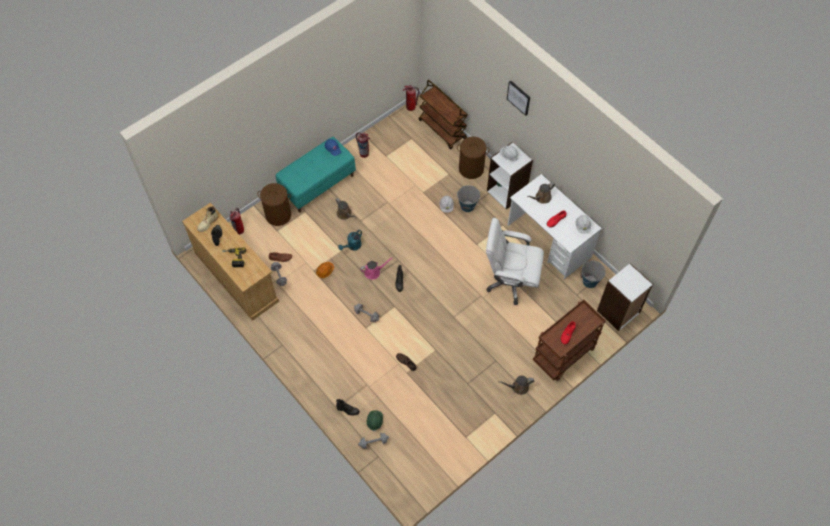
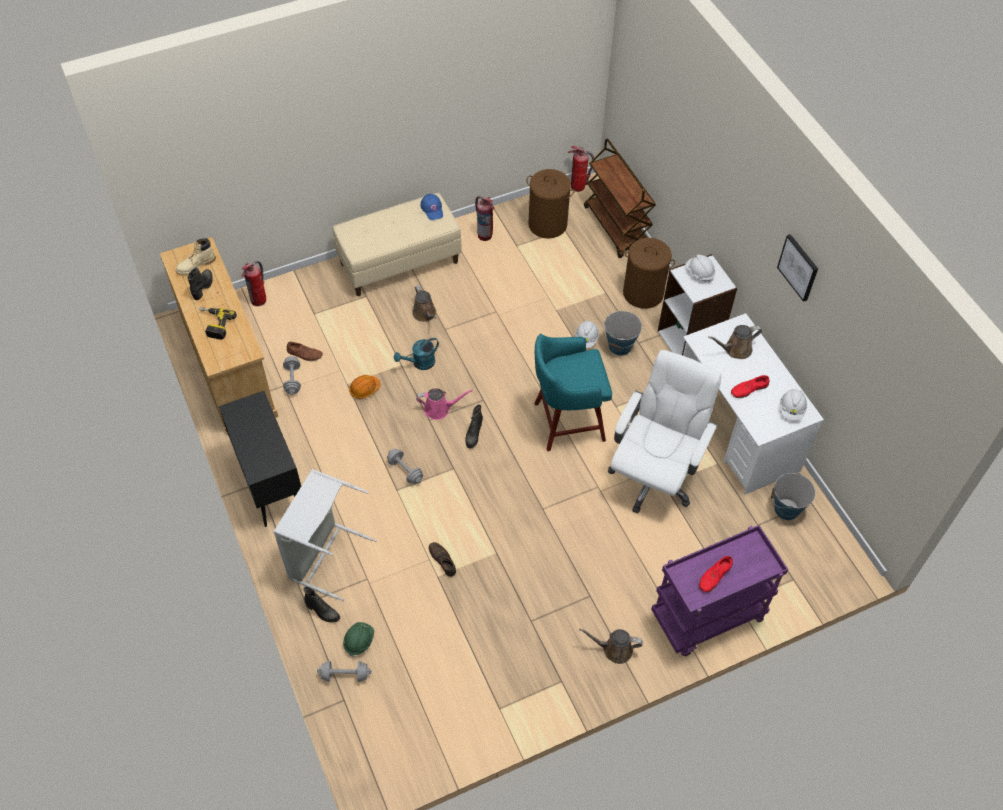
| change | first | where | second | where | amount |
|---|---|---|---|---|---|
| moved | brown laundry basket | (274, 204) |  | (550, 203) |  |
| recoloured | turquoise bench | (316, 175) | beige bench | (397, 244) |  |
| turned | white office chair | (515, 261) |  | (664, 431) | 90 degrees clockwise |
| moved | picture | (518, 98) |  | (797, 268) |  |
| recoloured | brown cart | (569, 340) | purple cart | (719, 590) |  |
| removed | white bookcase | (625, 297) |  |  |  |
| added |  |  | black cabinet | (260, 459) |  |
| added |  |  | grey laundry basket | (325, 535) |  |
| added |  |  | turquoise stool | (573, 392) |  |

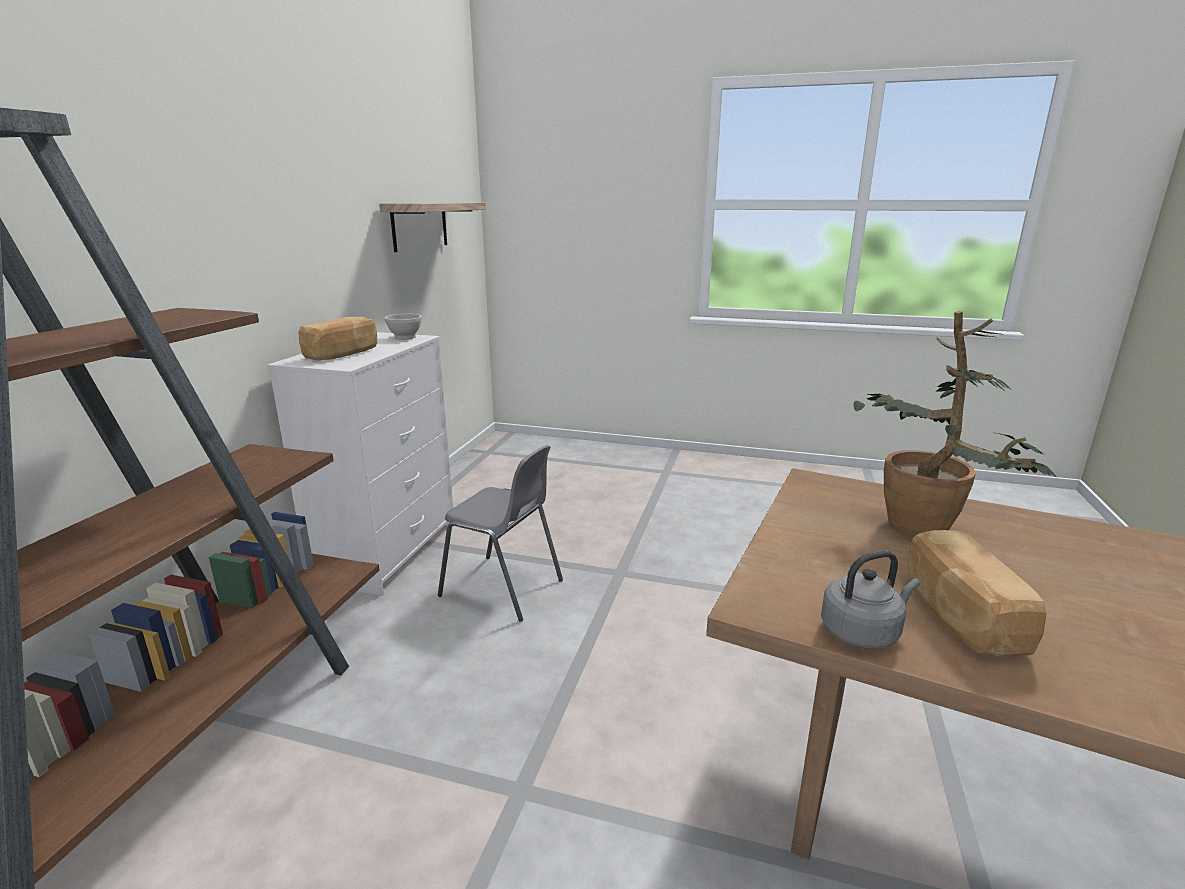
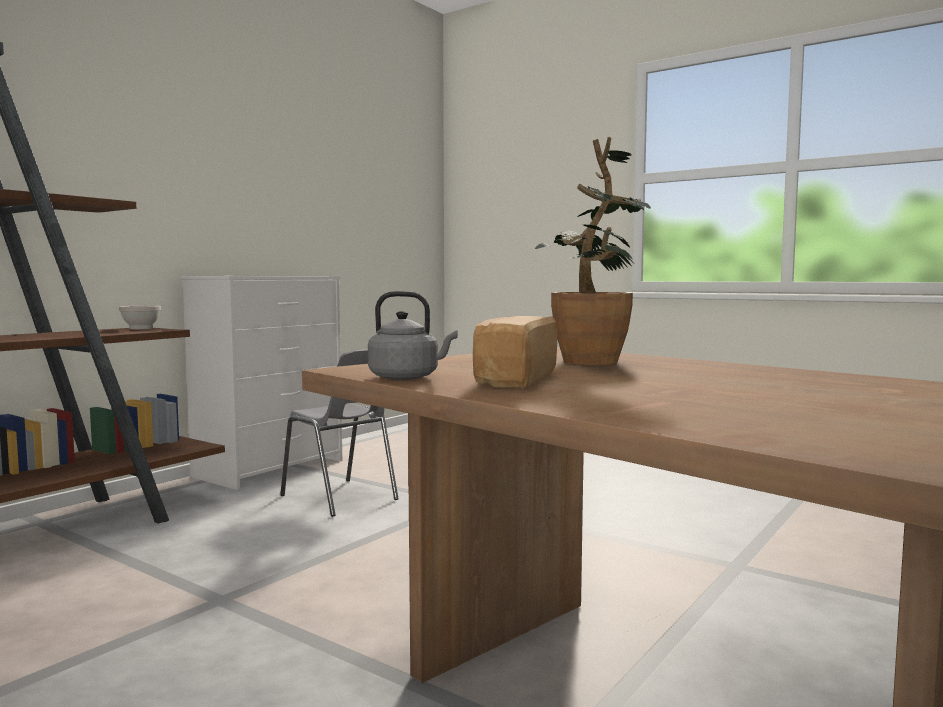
| change | first | where | second | where | amount |
|---|---|---|---|---|---|
| removed | bread | (337, 339) |  |  |  |
| removed | shelf | (432, 227) |  |  |  |
| moved | white bowl | (403, 327) |  | (140, 317) |  |

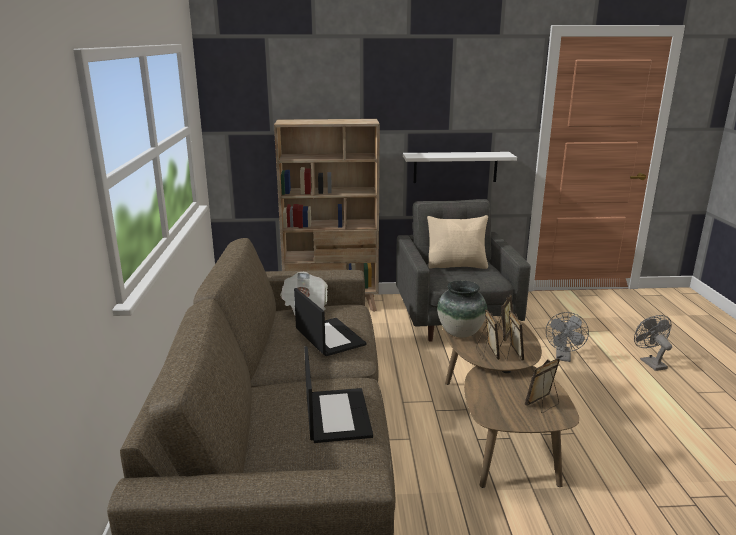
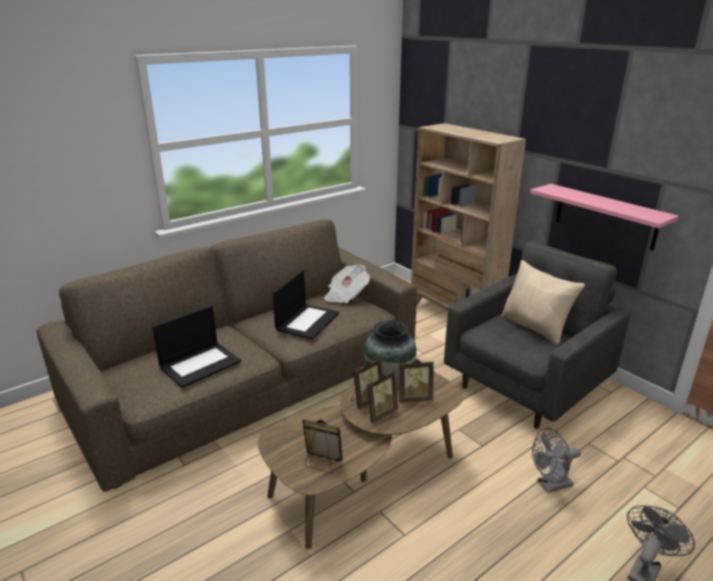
| change | first | where | second | where | amount |
|---|---|---|---|---|---|
| recoloured | white shelf | (460, 167) | pink shelf | (604, 217) |  |

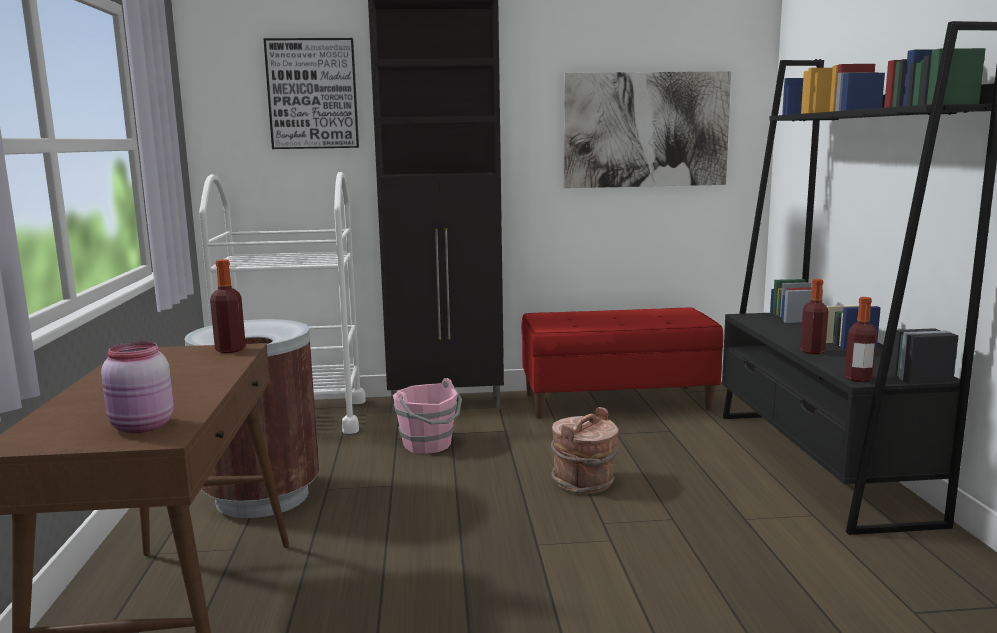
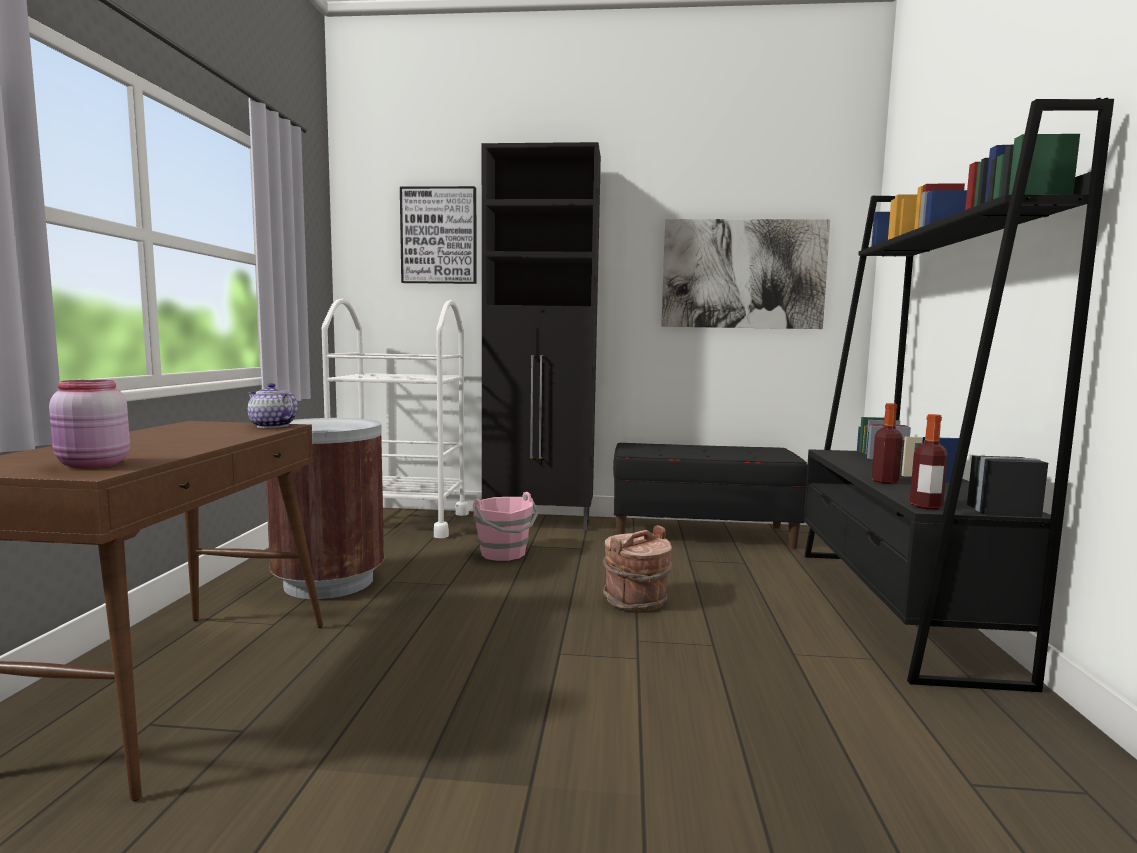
| change | first | where | second | where | amount |
|---|---|---|---|---|---|
| replaced | bottle | (228, 306) | teapot | (273, 405) |  |
| recoloured | red bench | (622, 363) | black bench | (710, 496) |  |

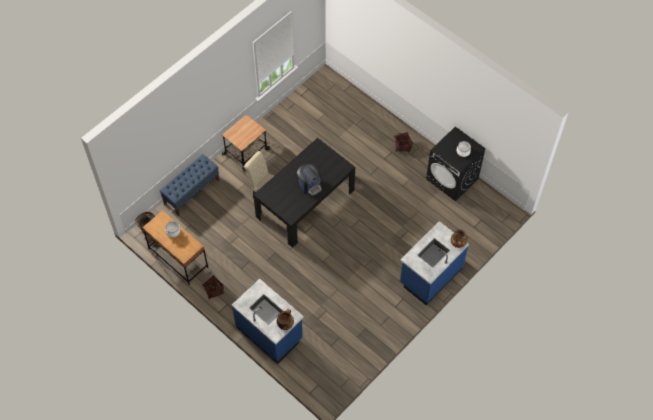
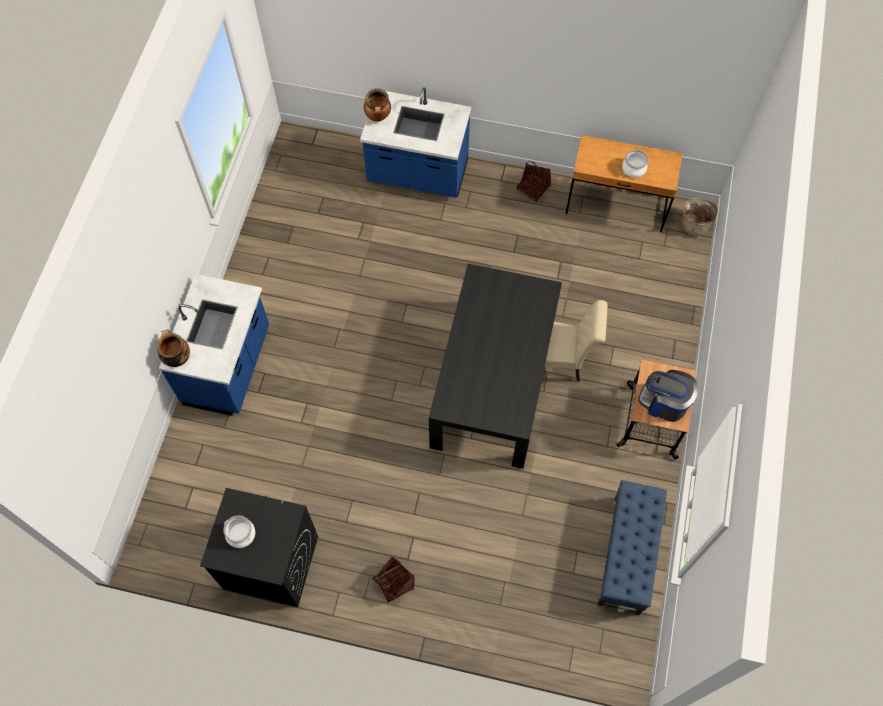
| change | first | where | second | where | amount |
|---|---|---|---|---|---|
| moved | blue bench | (189, 185) |  | (632, 547) |  |
| moved | coffee machine | (309, 179) |  | (668, 396) |  |

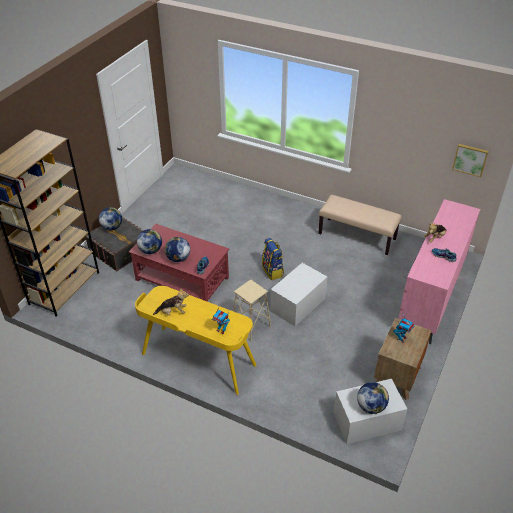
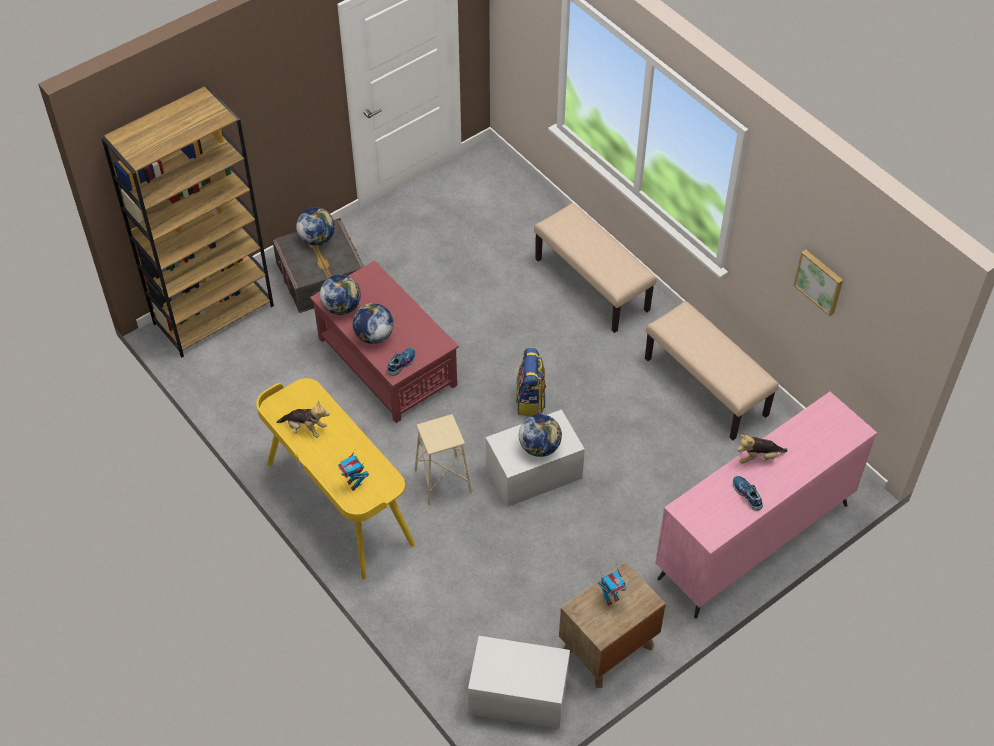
| change | first | where | second | where | amount |
|---|---|---|---|---|---|
| moved | globe | (373, 398) |  | (540, 435) |  |
| moved | picture | (470, 160) |  | (818, 283) |  |
| added |  |  | beige bench | (595, 268) |  |

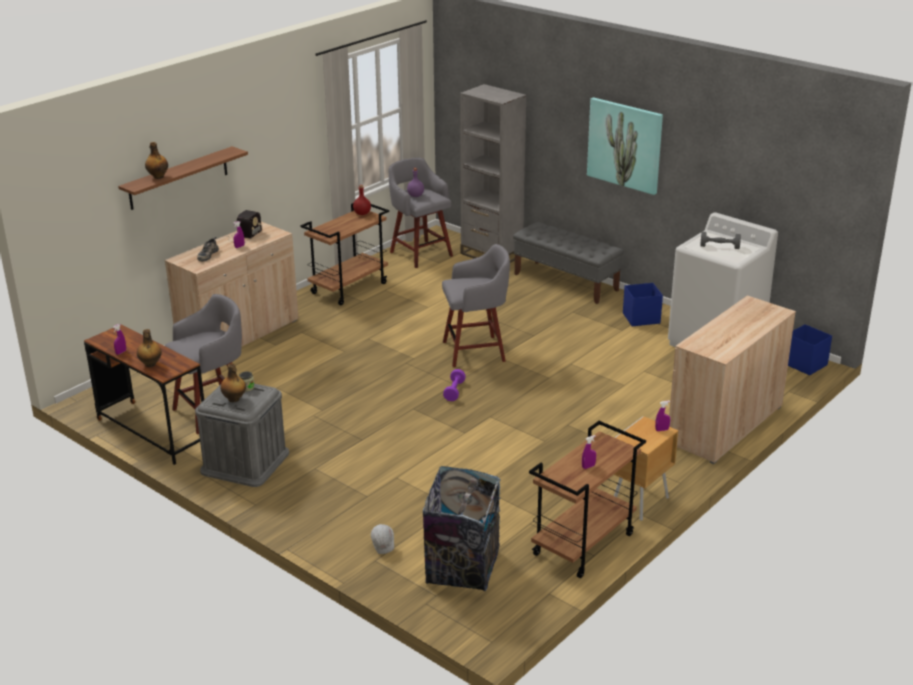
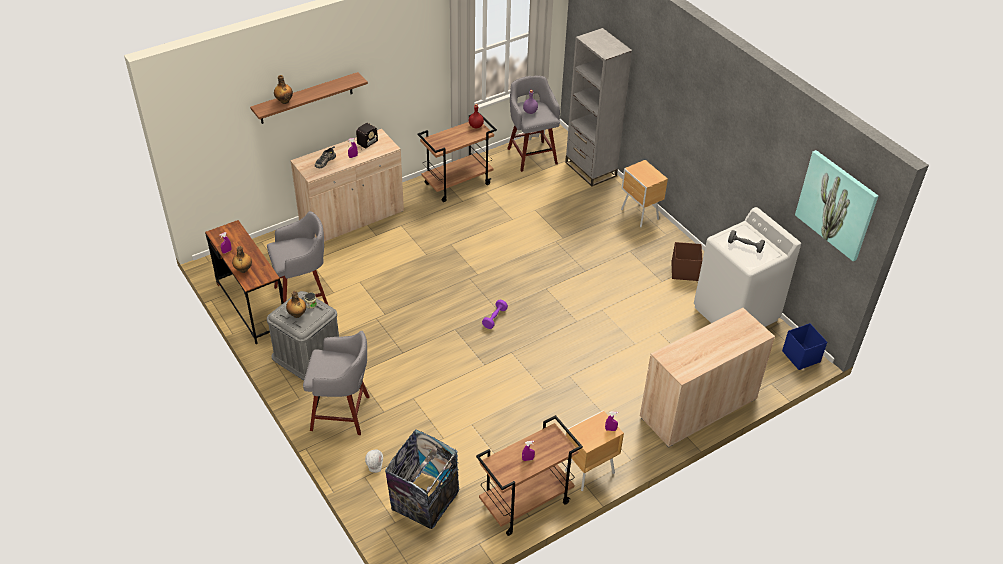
| change | first | where | second | where | amount |
|---|---|---|---|---|---|
| moved | grey stool | (476, 305) |  | (336, 382) |  |
| replaced | grey bench | (568, 263) | brown nightstand | (644, 193) |  |
| moved | picture | (625, 146) |  | (836, 205) |  |
| recoloured | blue storage box | (643, 304) | brown storage box | (687, 261) |  |

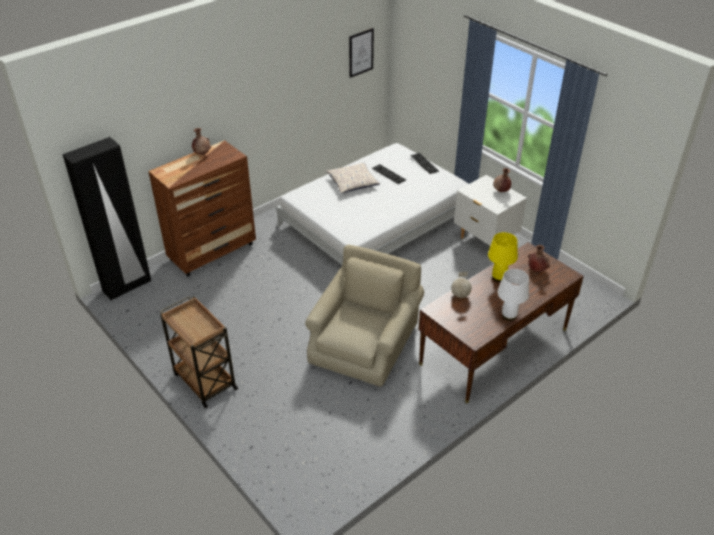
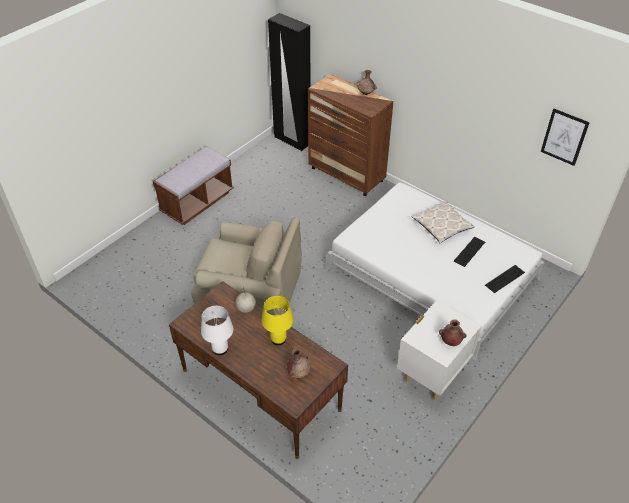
| change | first | where | second | where | amount |
|---|---|---|---|---|---|
| replaced | brown cart | (199, 352) | brown bench | (193, 185) |  |

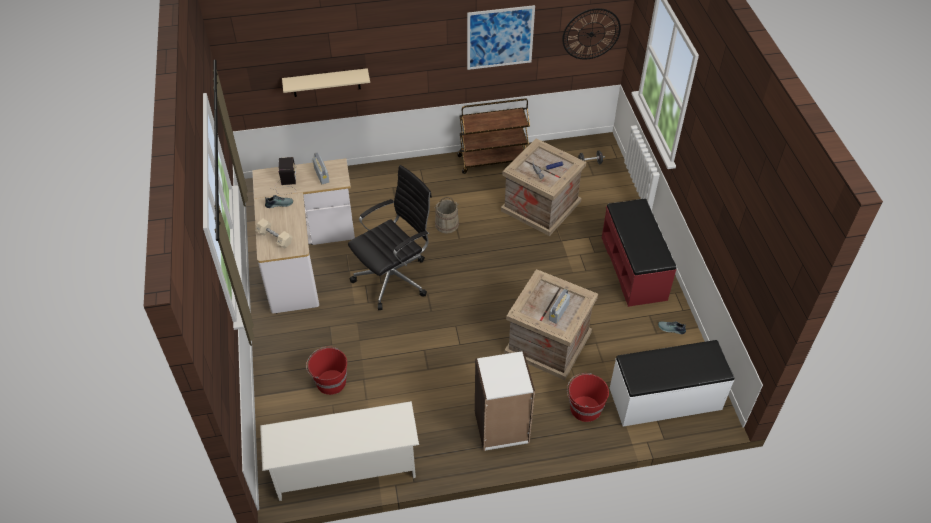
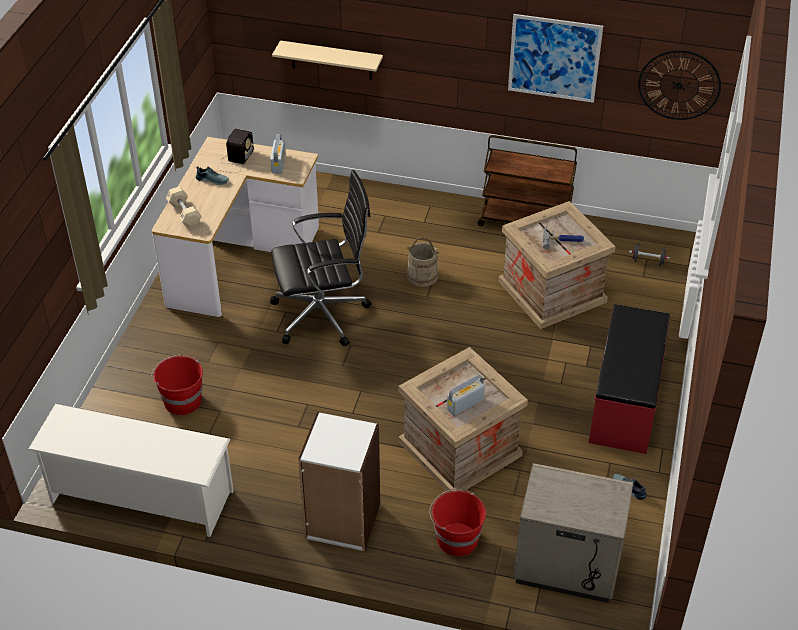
| change | first | where | second | where | amount |
|---|---|---|---|---|---|
| replaced | white bench | (672, 383) | beige nightstand | (573, 533) |  |

